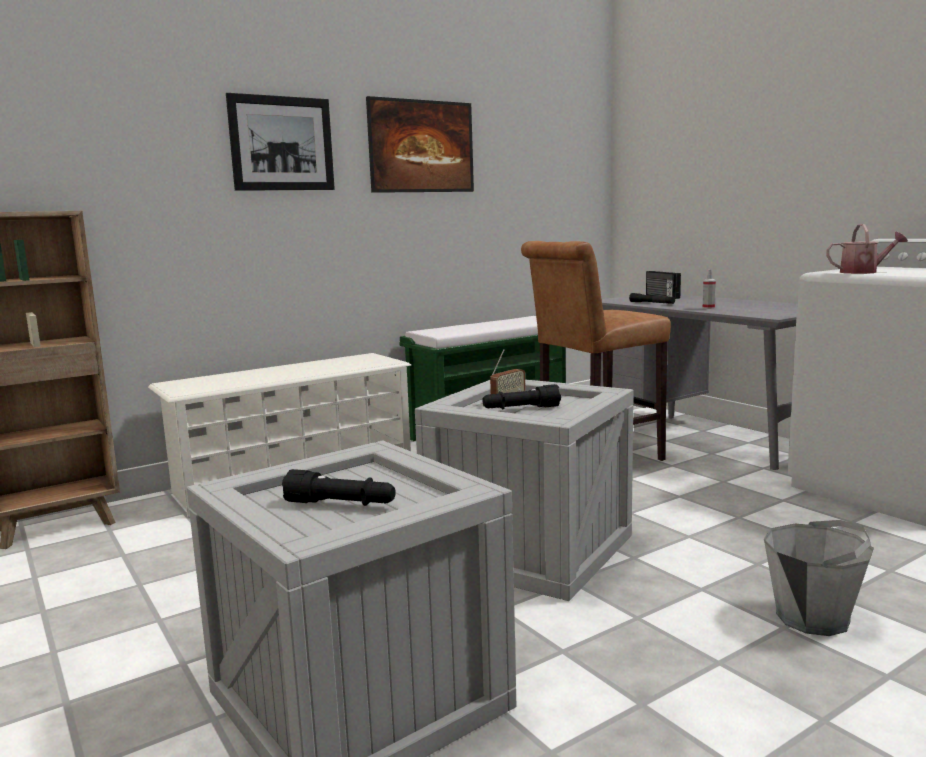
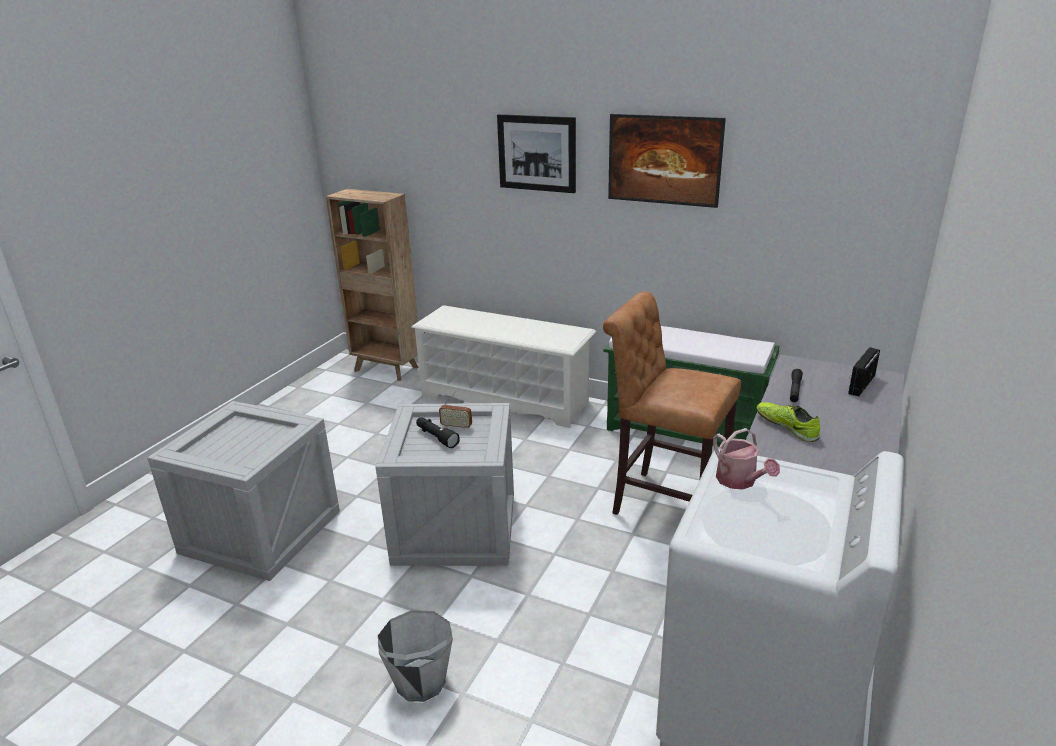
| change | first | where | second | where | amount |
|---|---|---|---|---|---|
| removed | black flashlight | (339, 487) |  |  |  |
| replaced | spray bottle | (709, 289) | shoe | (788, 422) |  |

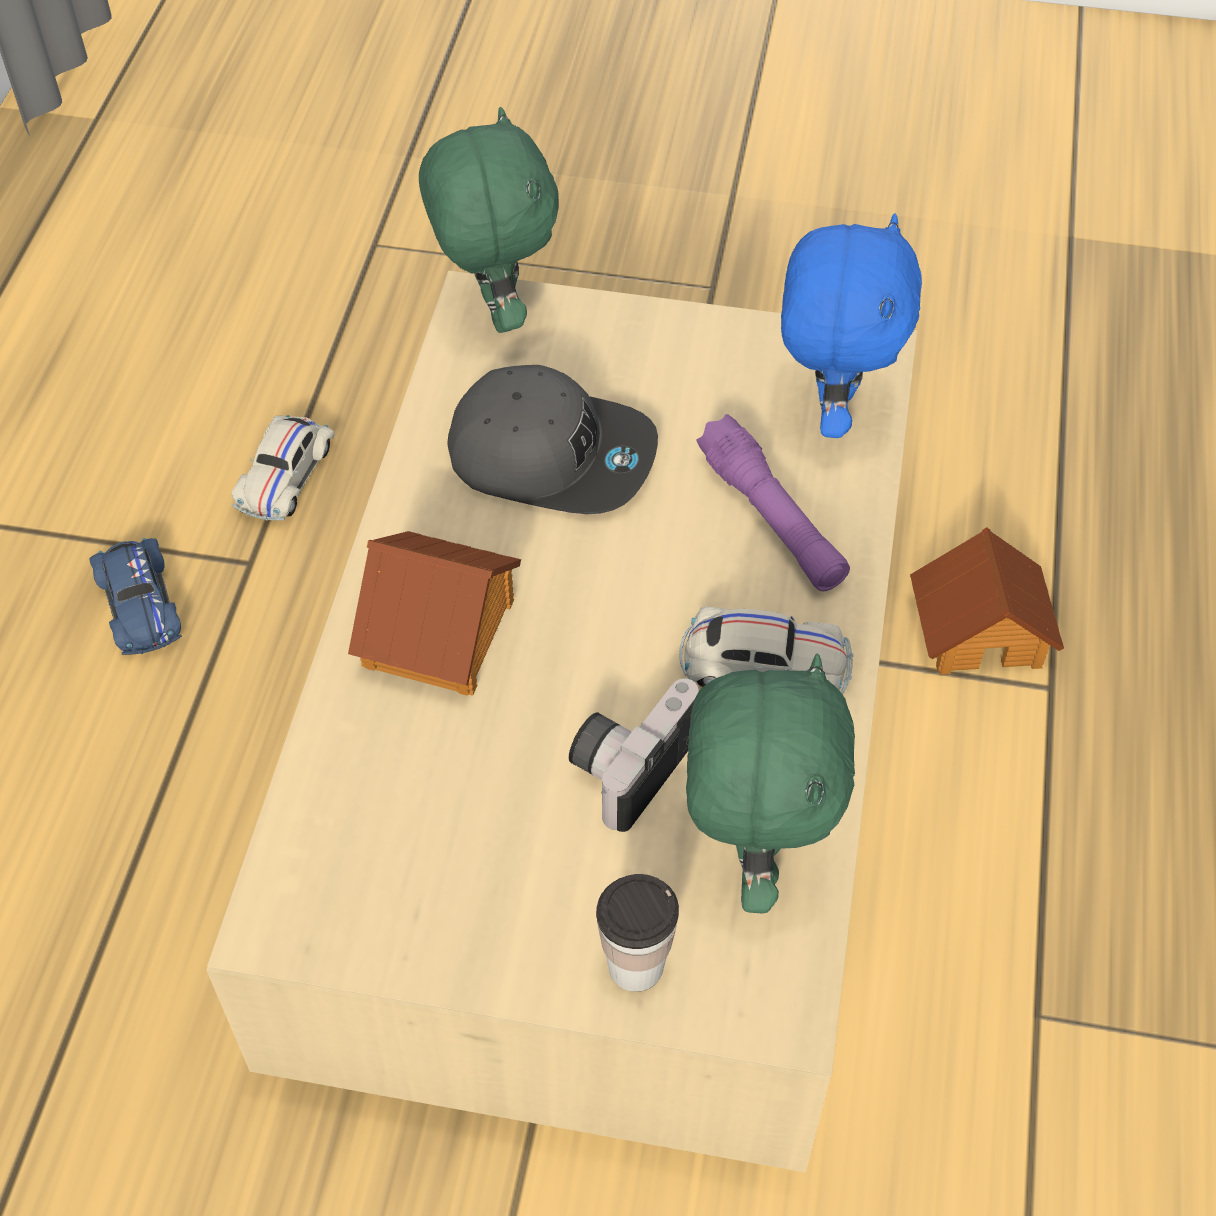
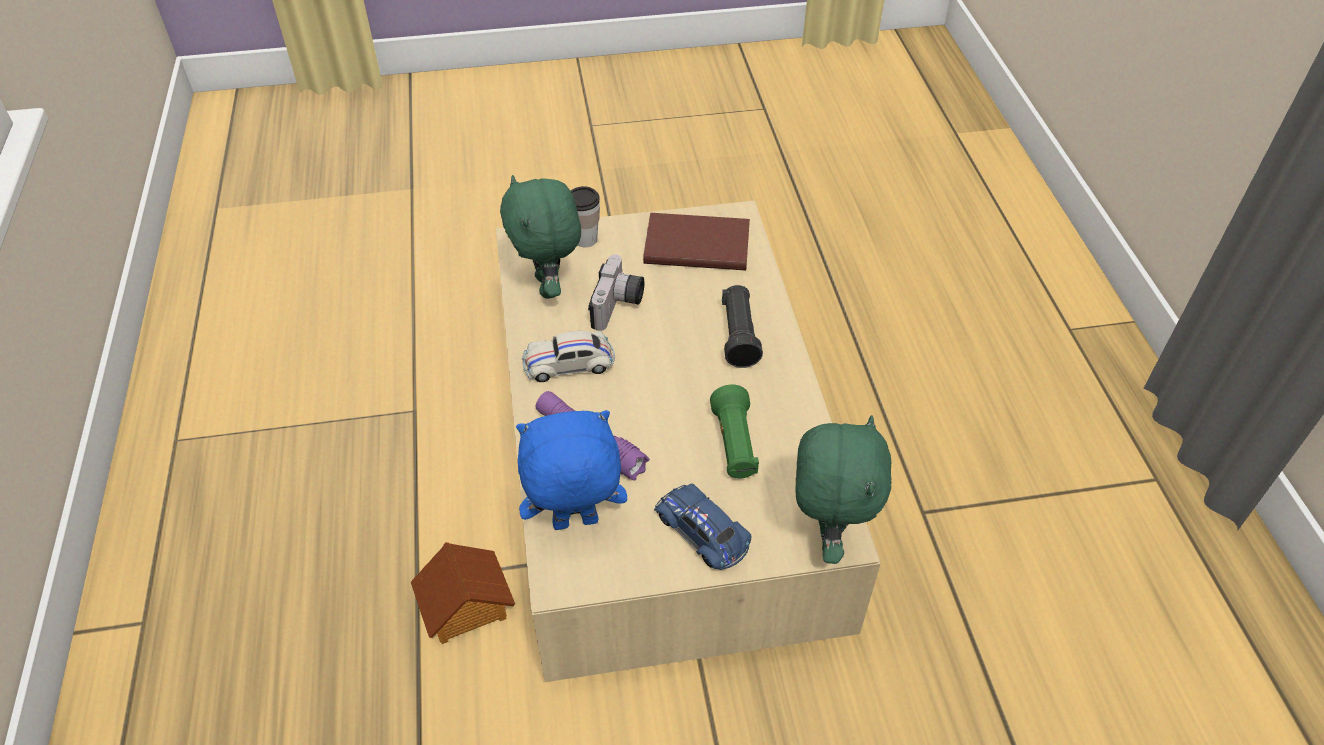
| change | first | where | second | where | amount |
|---|---|---|---|---|---|
| moved | blue toy car | (135, 596) |  | (702, 527) |  |
| removed | white toy car | (283, 468) |  |  |  |
| replaced | toy house | (434, 613) | black flashlight | (742, 326) |  |
| turned | green plush toy | (489, 220) |  | (843, 489) | 135 degrees counterclockwise |
| replaced | grey cap | (552, 439) | green flashlight | (734, 432) |  |
| turned | blue plush toy | (851, 326) |  | (571, 470) | 90 degrees clockwise |
| added |  |  | brown book | (696, 241) |  |

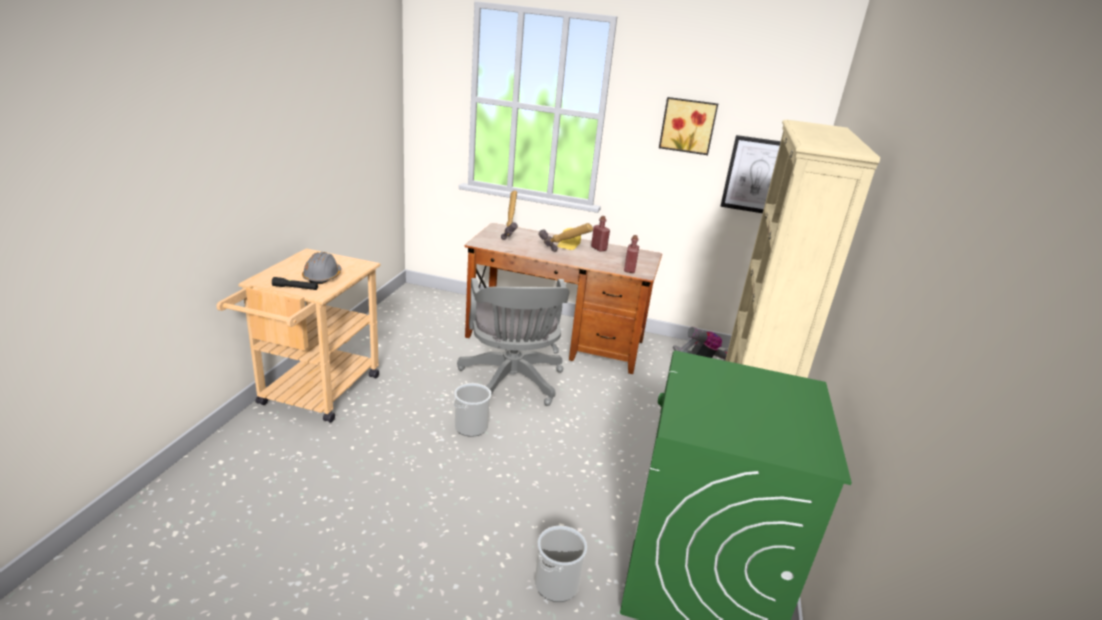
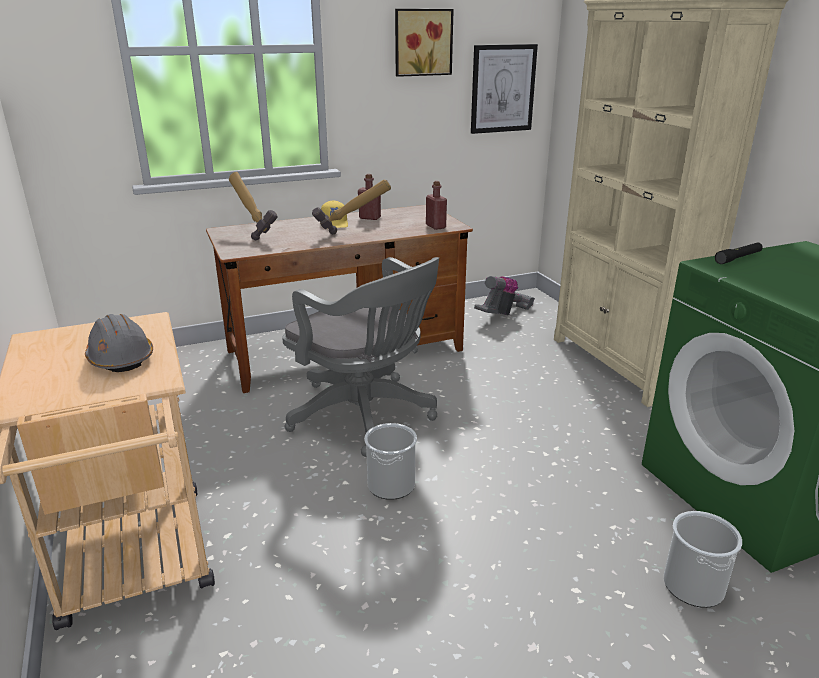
| change | first | where | second | where | amount |
|---|---|---|---|---|---|
| moved | black flashlight | (295, 283) |  | (739, 253) |  |

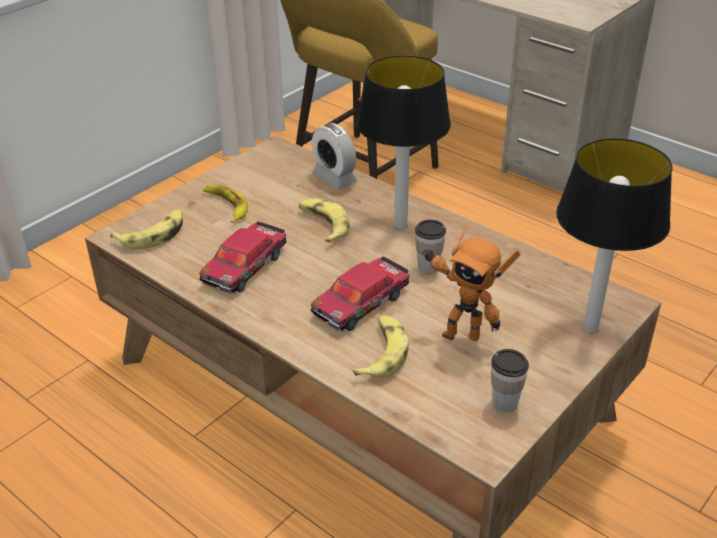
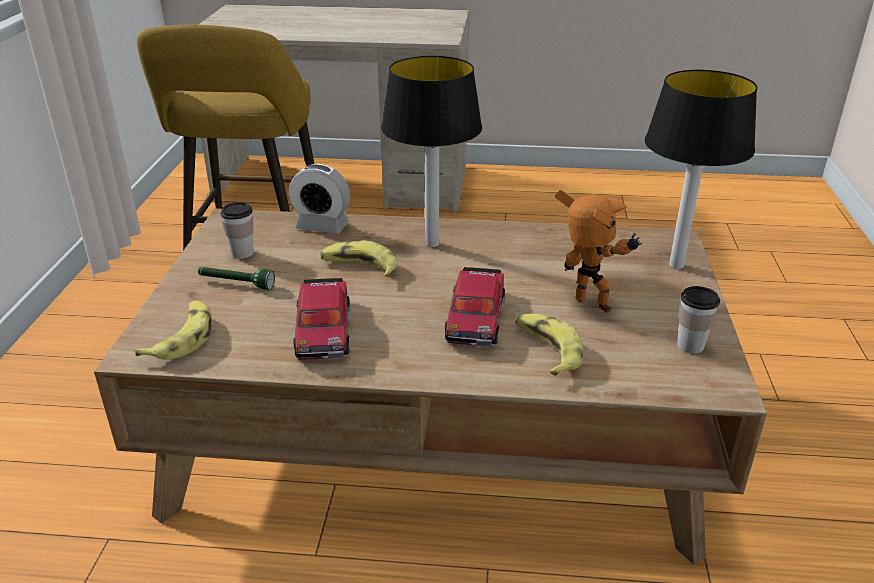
| change | first | where | second | where | amount |
|---|---|---|---|---|---|
| replaced | banana | (225, 203) | green flashlight | (236, 278) |  |
| moved | cup | (430, 247) |  | (237, 230) |  |
| turned | toy robot | (470, 283) |  | (598, 251) | 120 degrees counterclockwise |

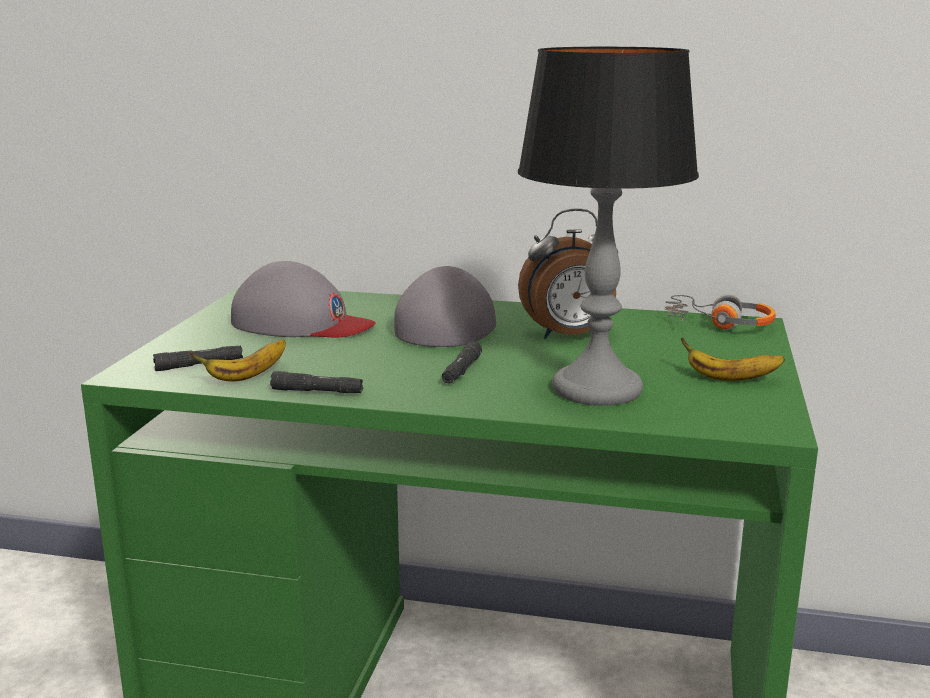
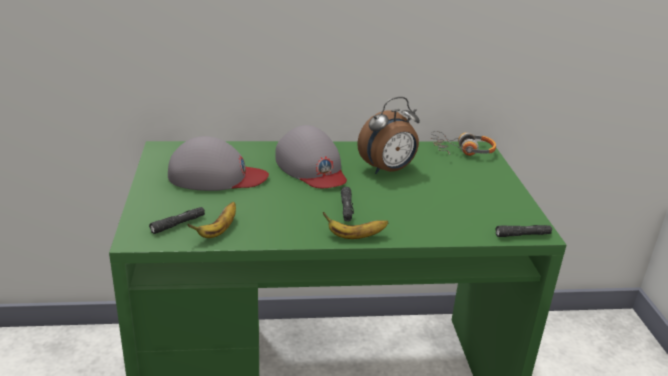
| change | first | where | second | where | amount |
|---|---|---|---|---|---|
| moved | black flashlight | (316, 382) |  | (523, 231) |  |
| turned | grey cap | (445, 306) |  | (311, 156) | 150 degrees clockwise |
| removed | table lamp | (608, 226) |  |  |  |
| moved | banana | (733, 359) |  | (355, 225) |  |

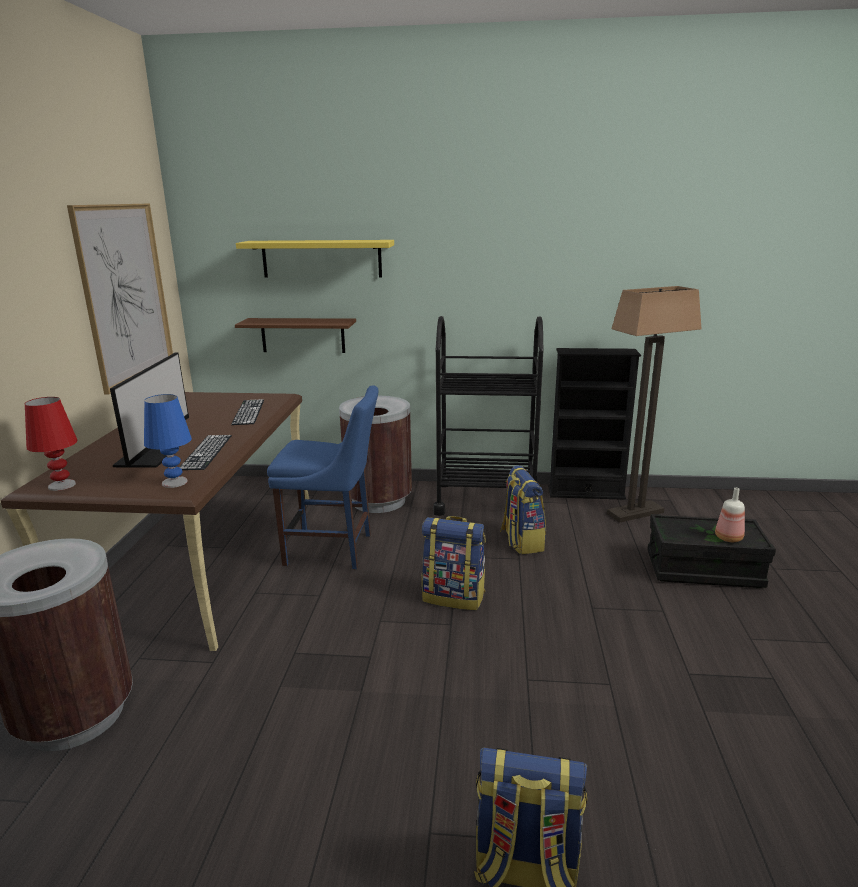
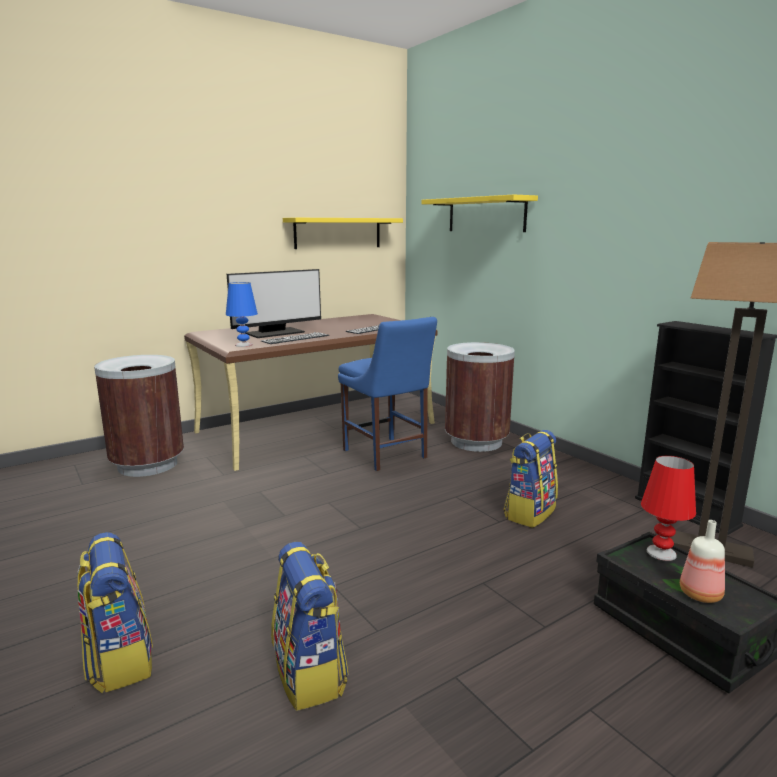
| change | first | where | second | where | amount |
|---|---|---|---|---|---|
| moved | red table lamp | (51, 444) |  | (668, 508) |  |
| replaced | picture | (120, 298) | yellow shelf | (343, 233) |  |
| removed | brown shelf | (295, 335) |  |  |  |
| moved | backpack | (454, 563) |  | (309, 626) |  |
| removed | black cart | (488, 416) |  |  |  |

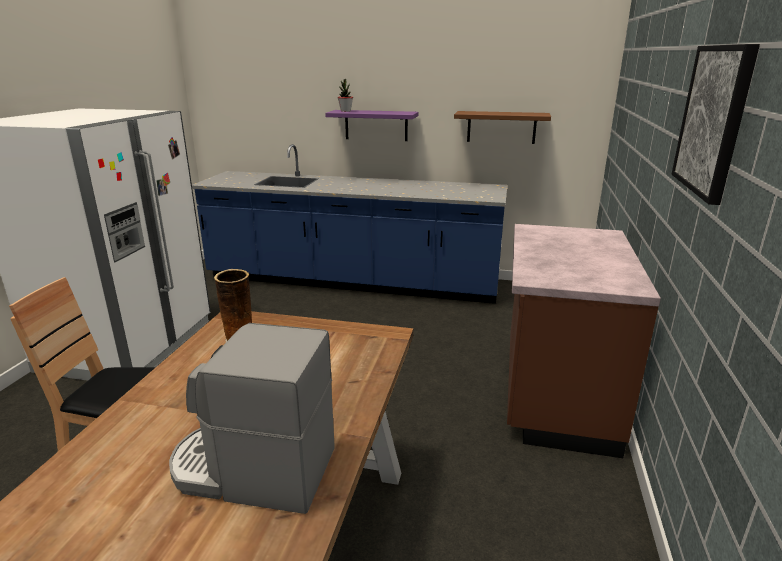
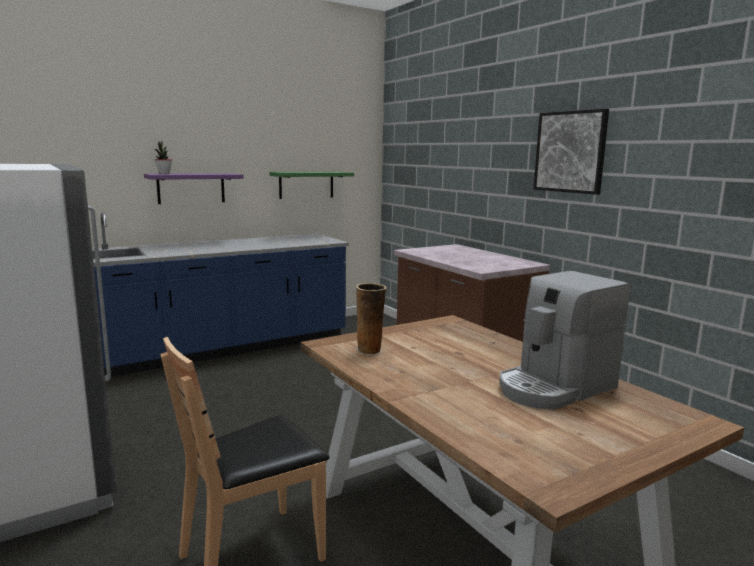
| change | first | where | second | where | amount |
|---|---|---|---|---|---|
| recoloured | brown shelf | (502, 127) | green shelf | (311, 185) |  |

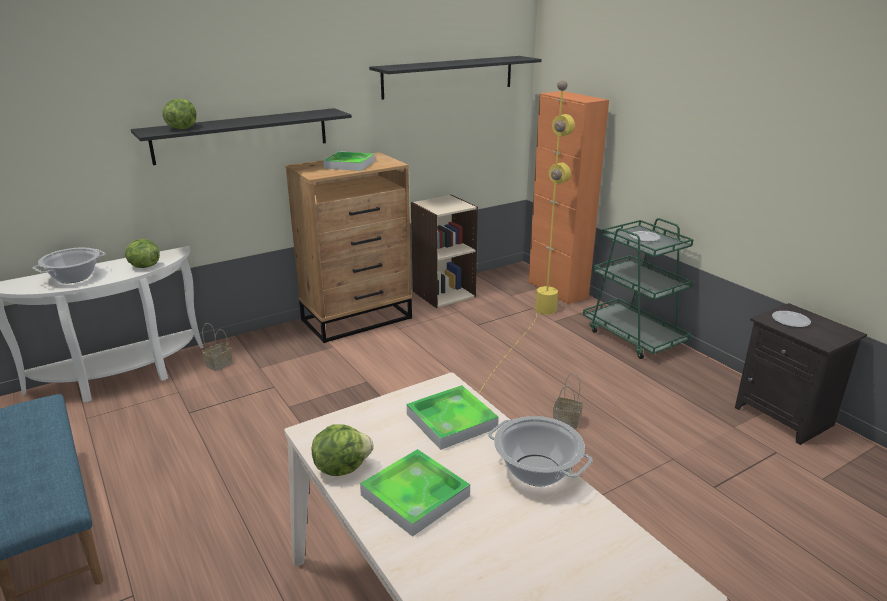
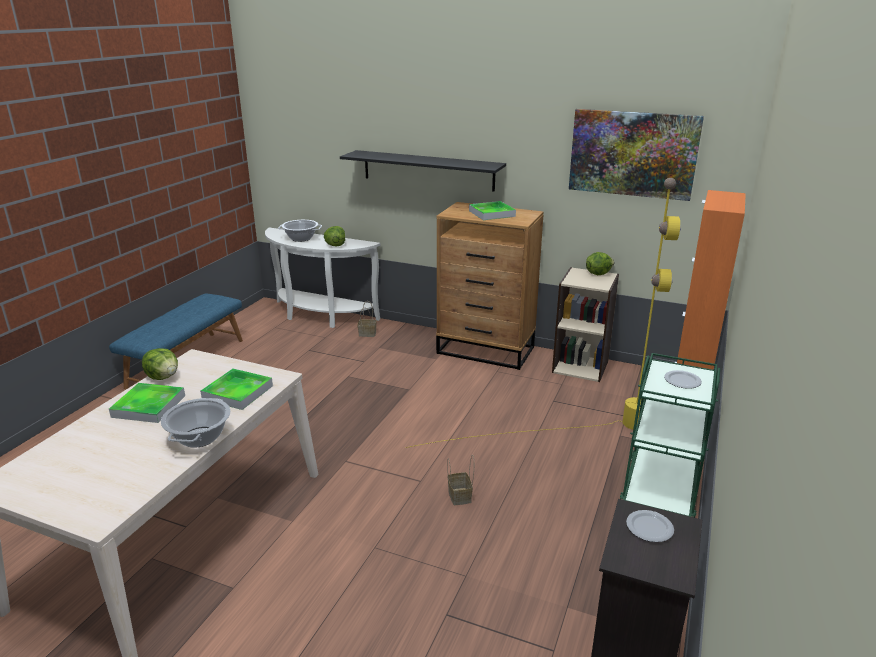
| change | first | where | second | where | amount |
|---|---|---|---|---|---|
| moved | lettuce | (179, 114) |  | (600, 263) |  |
| replaced | black shelf | (455, 78) | picture | (636, 155) |  |

